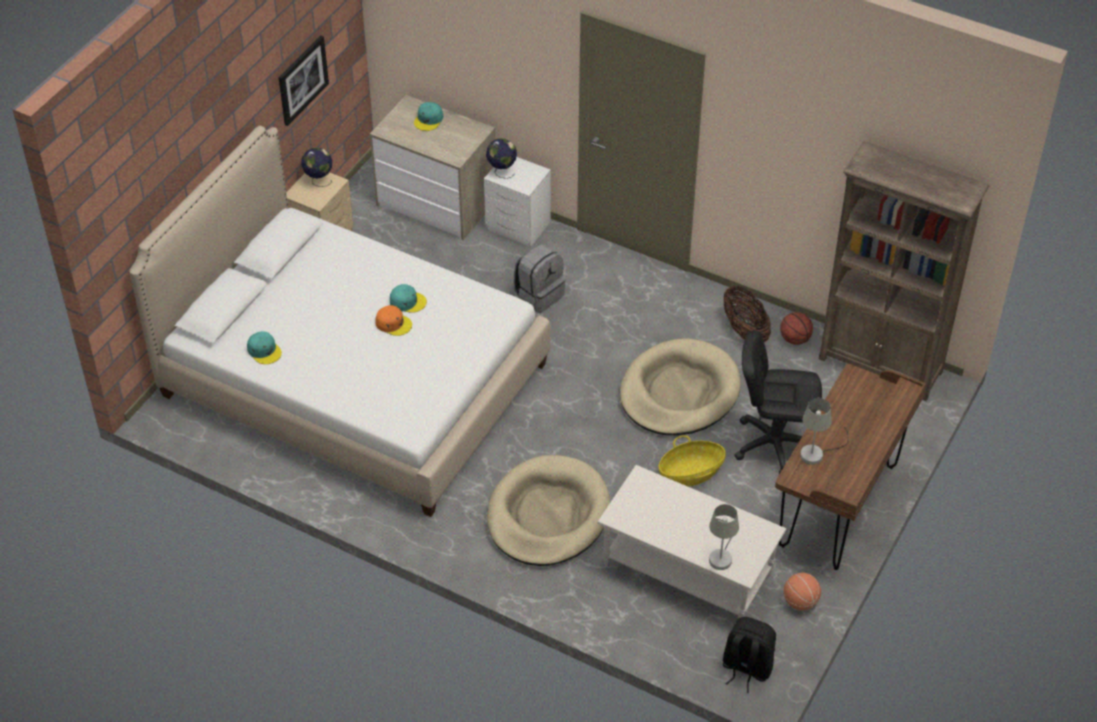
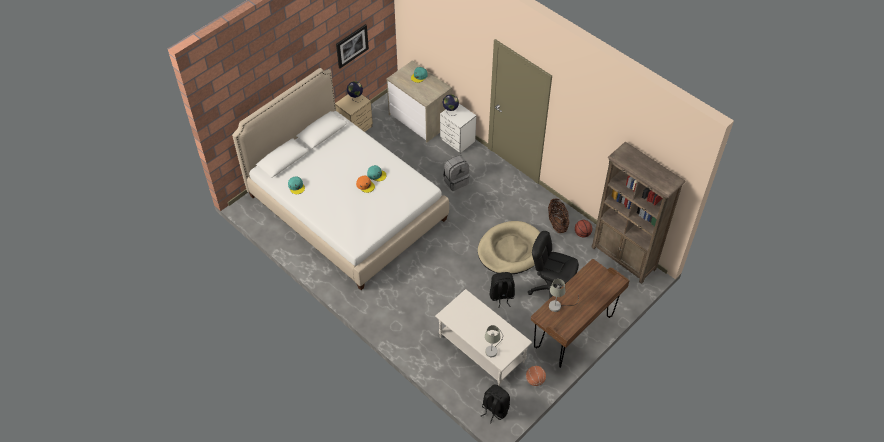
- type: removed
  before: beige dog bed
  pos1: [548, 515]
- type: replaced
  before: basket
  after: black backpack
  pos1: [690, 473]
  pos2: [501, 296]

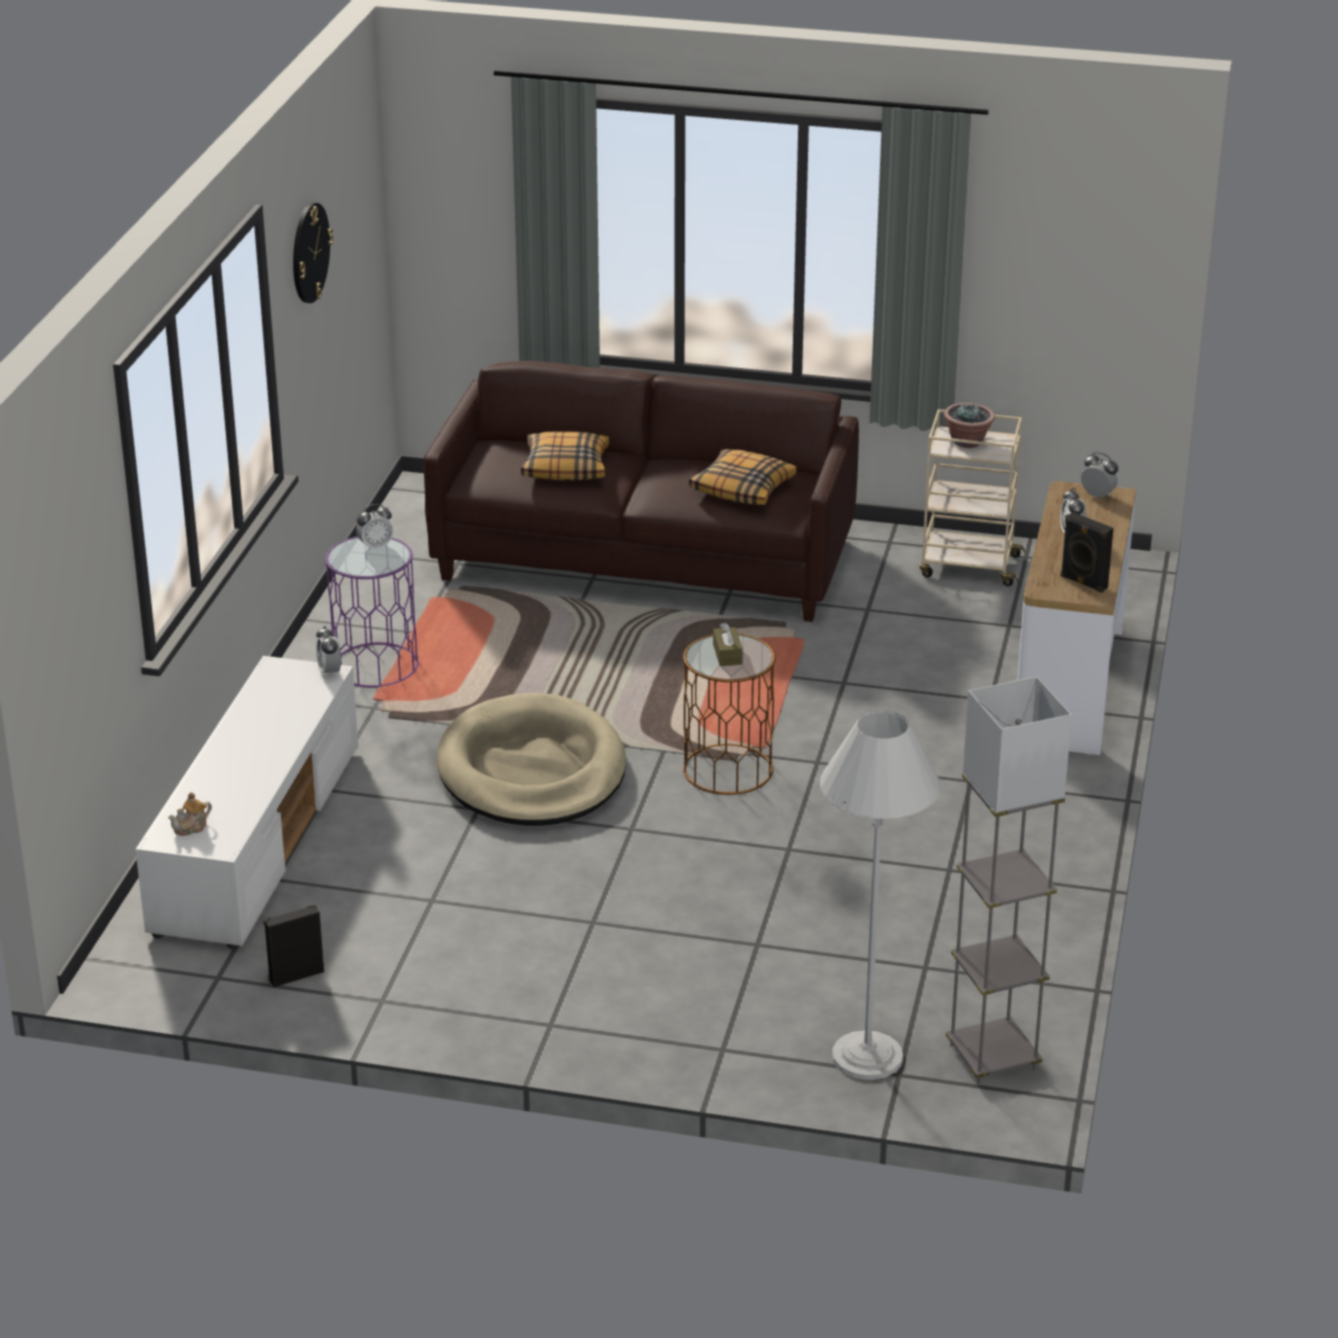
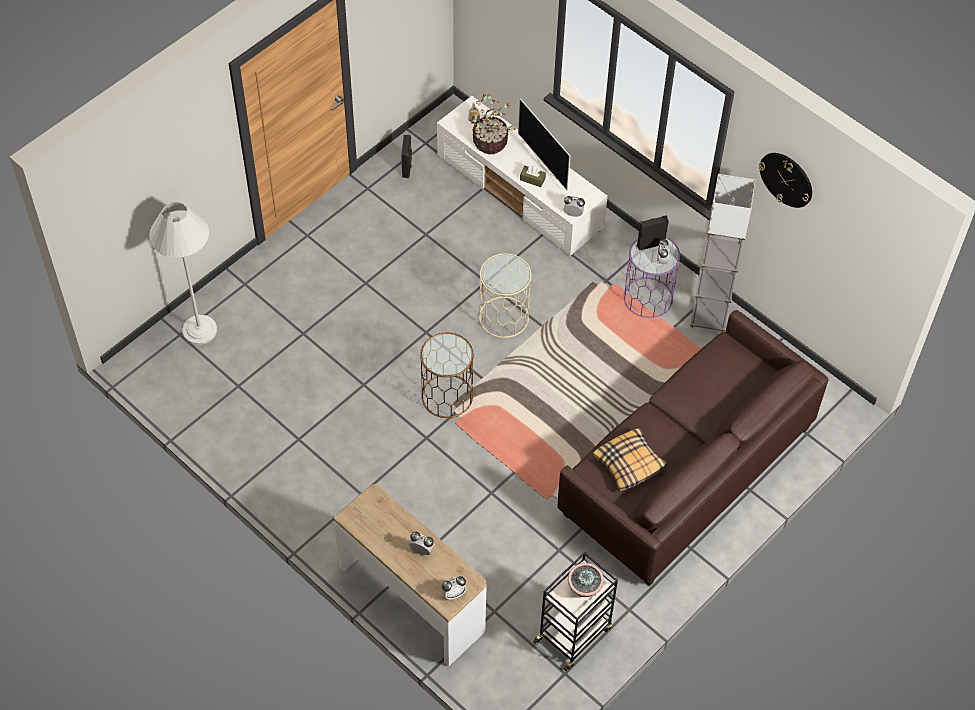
- type: removed
  before: pillow
  pos1: [566, 467]
- type: added
  after: potted plant
  pos2: [491, 142]
- type: added
  after: television
  pos2: [545, 164]
- type: moved
  before: brown tissue box
  pos1: [727, 654]
  pos2: [532, 179]
- type: moved
  before: grey floor lamp
  pos1: [993, 1057]
  pos2: [708, 317]
- type: moved
  before: black speaker
  pos1: [1083, 583]
  pos2: [650, 244]
- type: replaced
  before: beige dog bed
  after: beige side table
  pos1: [532, 771]
  pos2: [503, 317]
- type: recoloured
  before: beige cart
  after: black cart
  pos1: [968, 566]
  pos2: [574, 633]

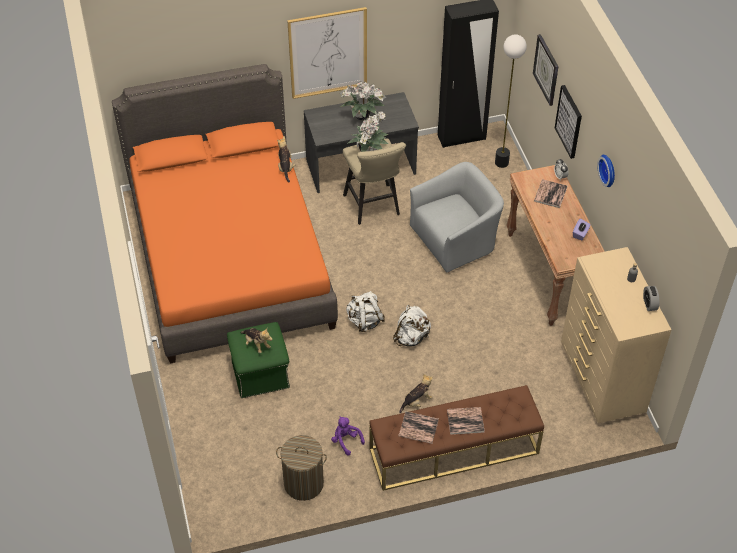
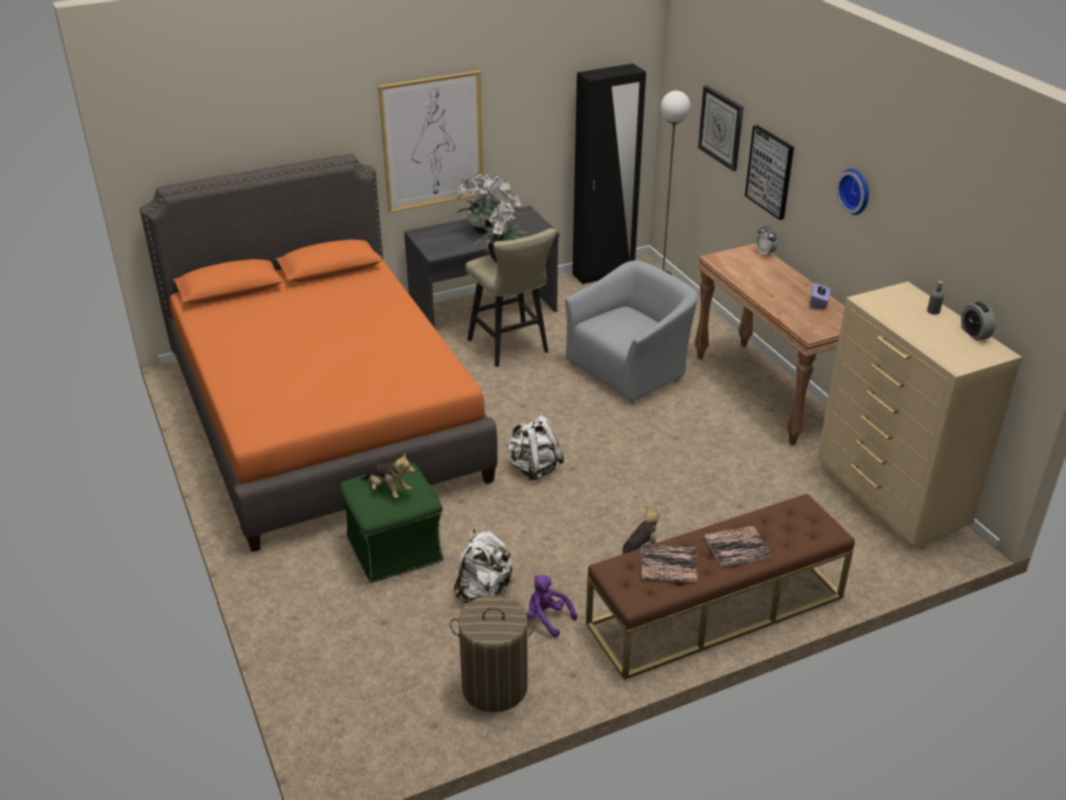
- type: removed
  before: plush toy
  pos1: [285, 168]
- type: removed
  before: book
  pos1: [550, 194]
- type: moved
  before: white backpack
  pos1: [411, 337]
  pos2: [482, 590]

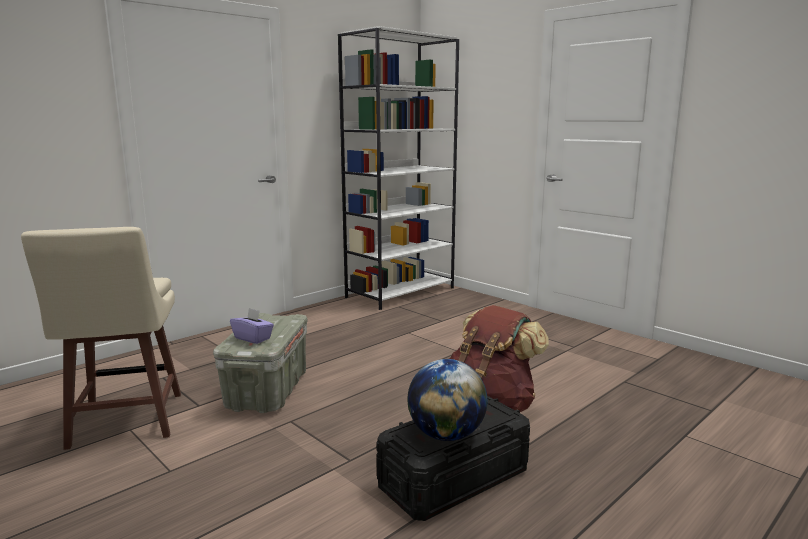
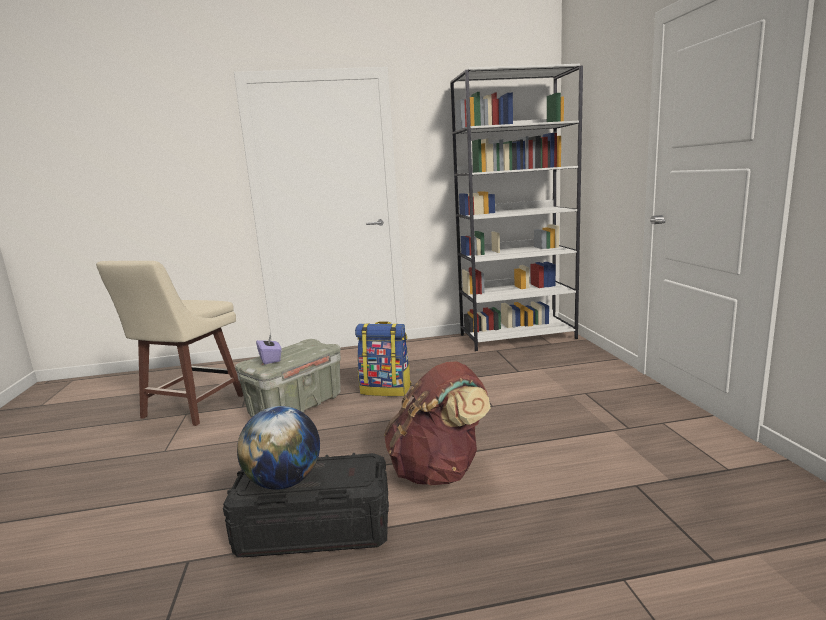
- type: added
  after: backpack
  pos2: [386, 390]

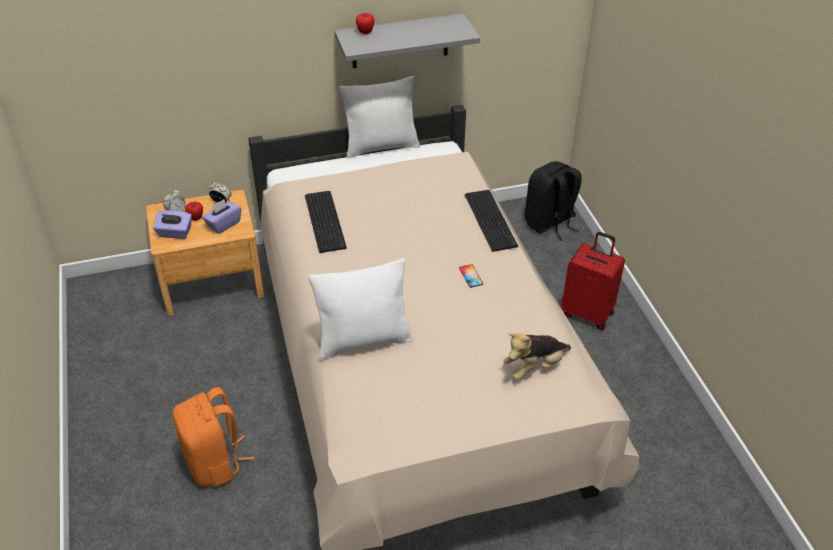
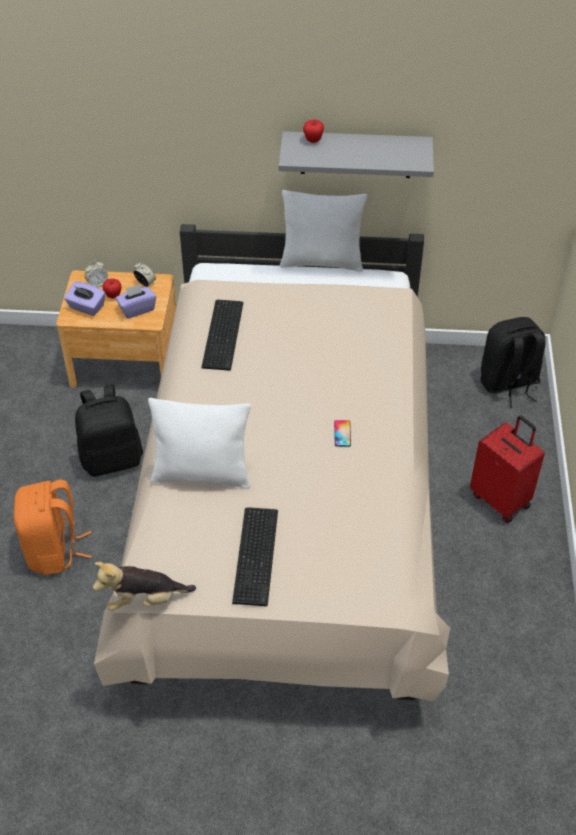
- type: added
  after: black backpack
  pos2: [112, 458]
- type: moved
  before: keyboard
  pos1: [491, 219]
  pos2: [258, 554]
- type: moved
  before: plush toy
  pos1: [534, 367]
  pos2: [144, 600]

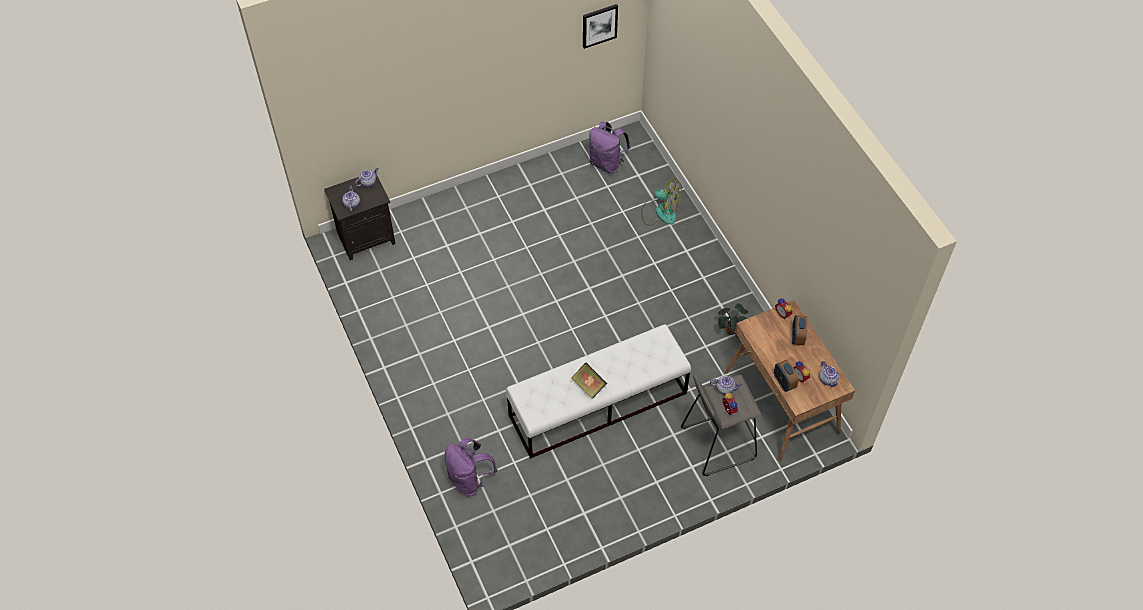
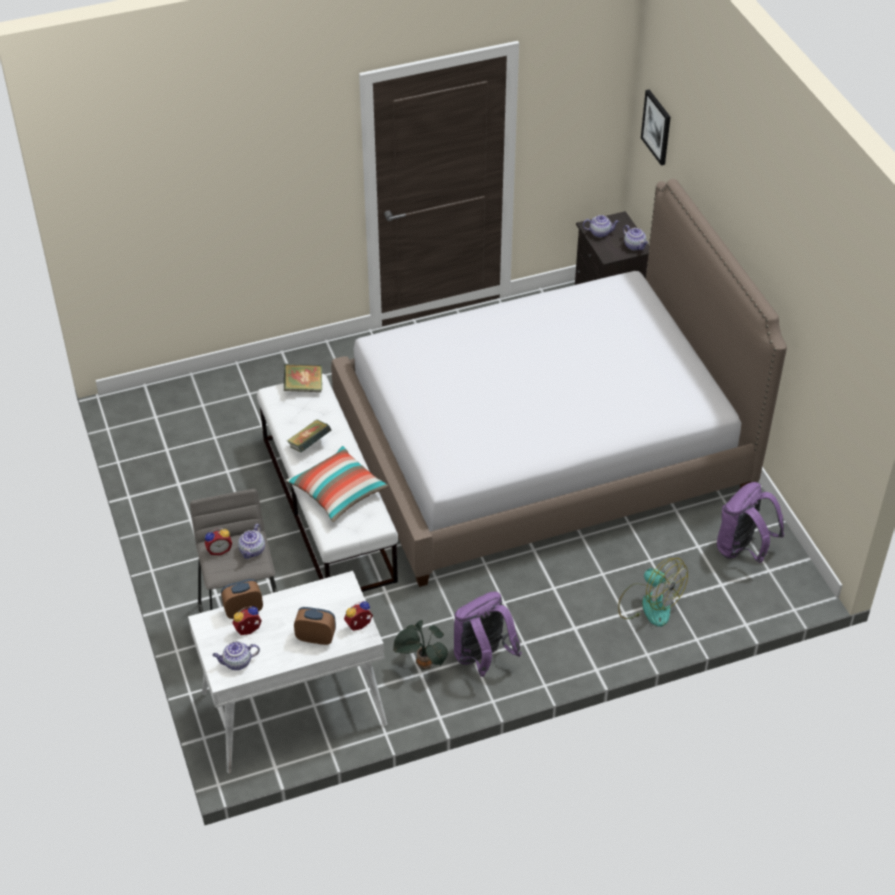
- type: added
  after: book
  pos2: [303, 387]
- type: added
  after: pillow
  pos2: [338, 492]
- type: added
  after: bed
  pos2: [543, 451]
- type: moved
  before: purple backpack
  pos1: [469, 479]
  pos2: [482, 658]
- type: moved
  before: picture
  pos1: [599, 25]
  pos2: [657, 127]
- type: recoloured
  before: brown desk
  after: white desk
  pos1: [782, 403]
  pos2: [293, 710]
- type: turned
  before: fan
  pos1: [660, 212]
  pos2: [649, 604]
  turn: -75

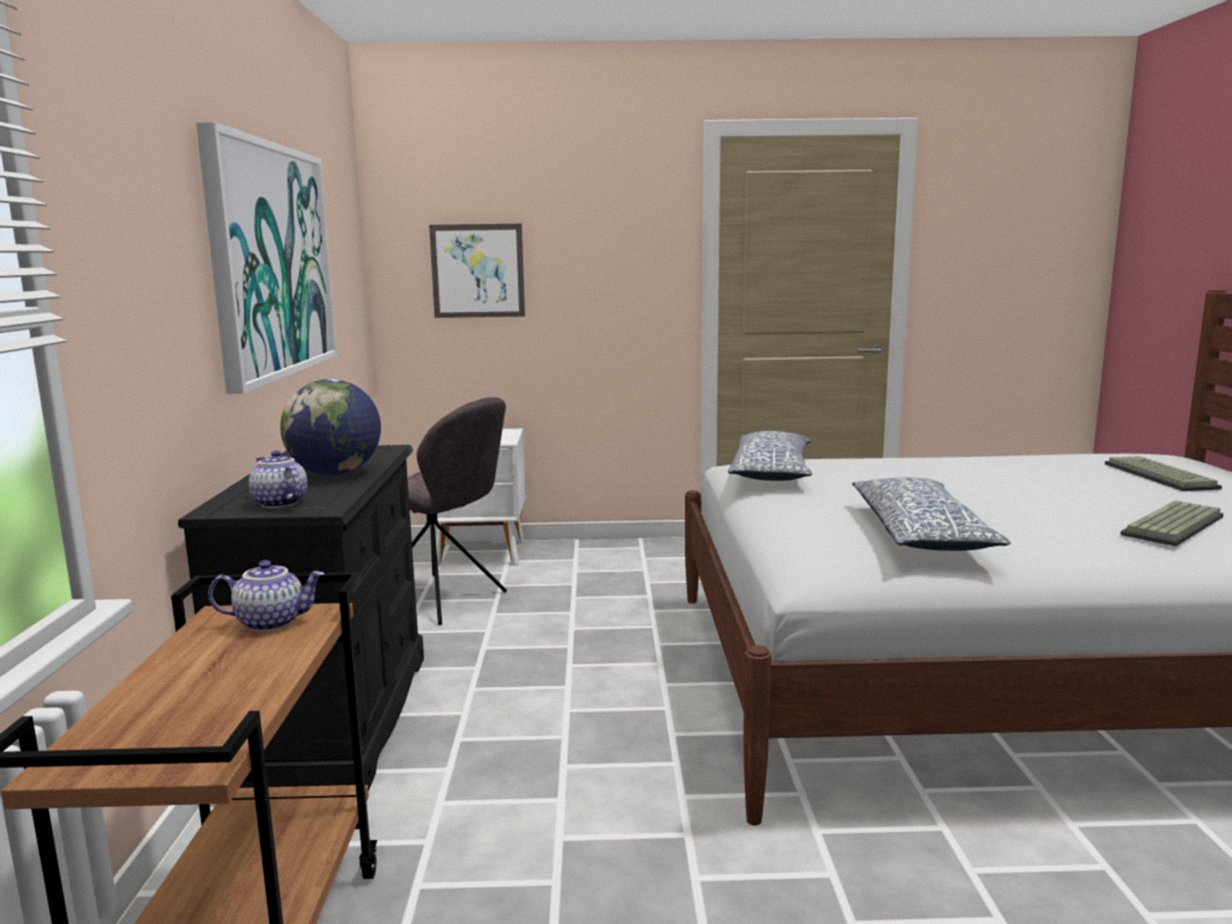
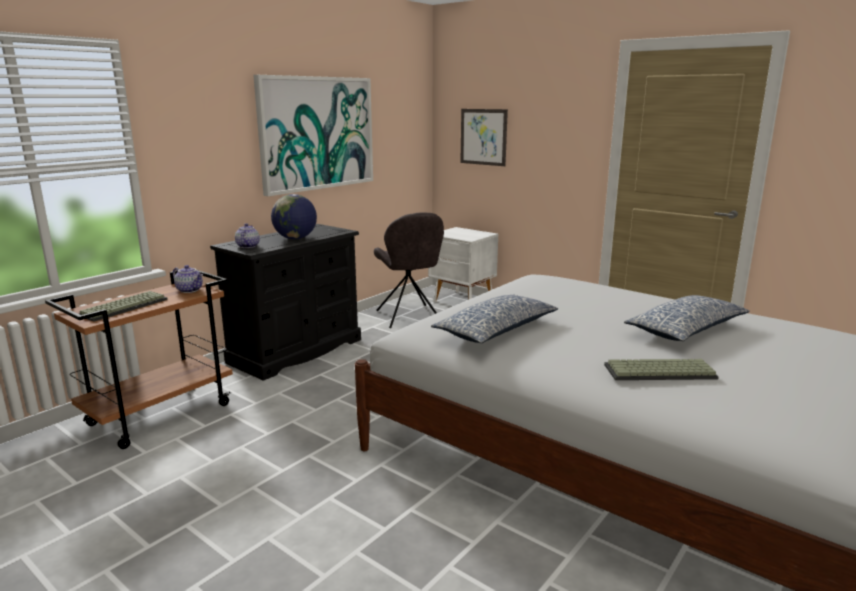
- type: moved
  before: pillow
  pos1: [772, 472]
  pos2: [687, 330]
- type: moved
  before: keyboard
  pos1: [1157, 476]
  pos2: [124, 307]

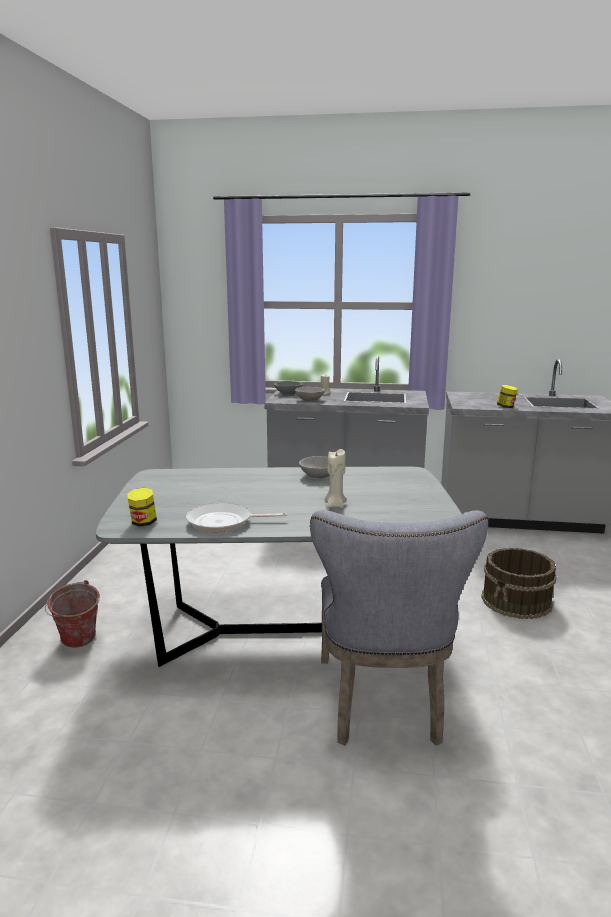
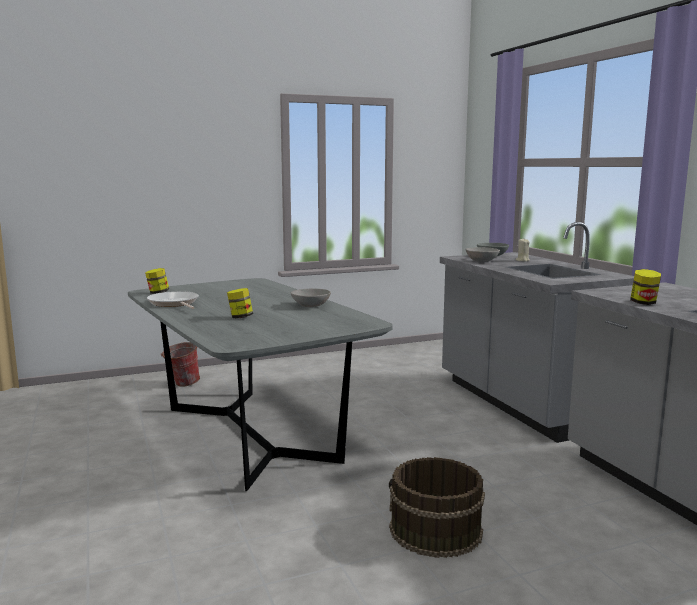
- type: removed
  before: grey chair
  pos1: [383, 705]
- type: replaced
  before: beige candle
  after: jar
  pos1: [335, 505]
  pos2: [240, 317]

